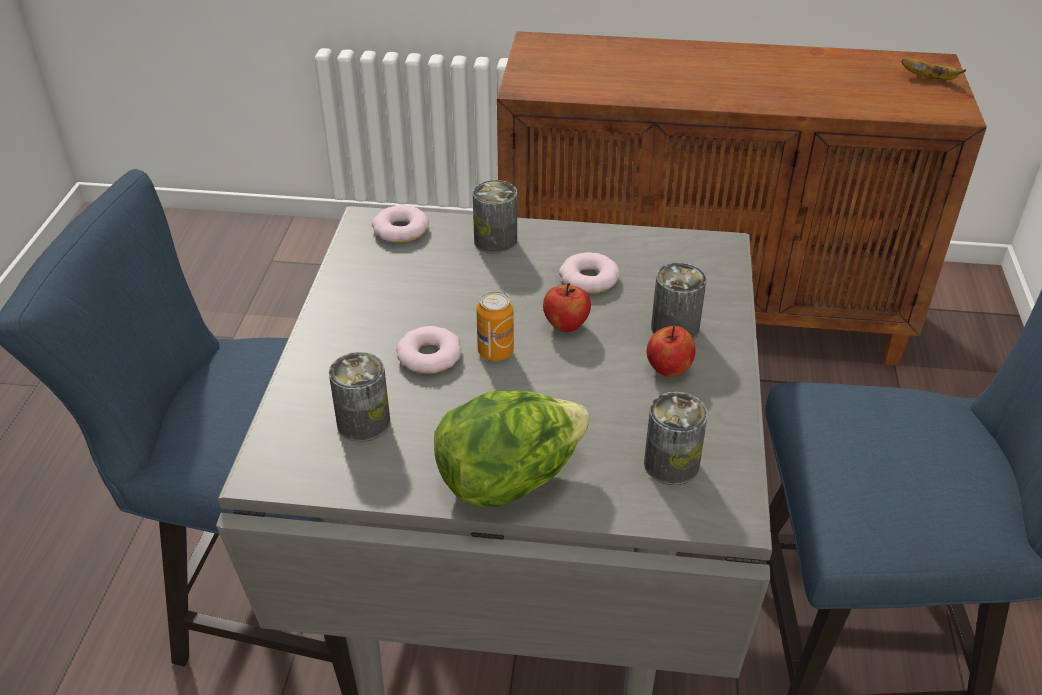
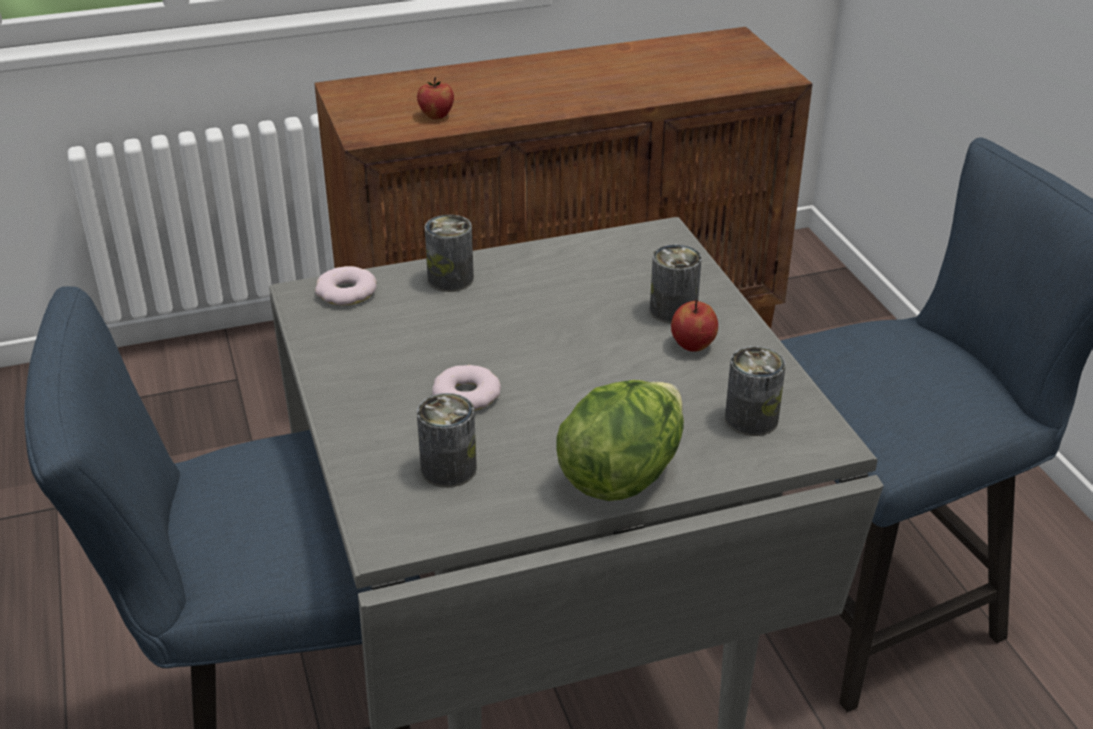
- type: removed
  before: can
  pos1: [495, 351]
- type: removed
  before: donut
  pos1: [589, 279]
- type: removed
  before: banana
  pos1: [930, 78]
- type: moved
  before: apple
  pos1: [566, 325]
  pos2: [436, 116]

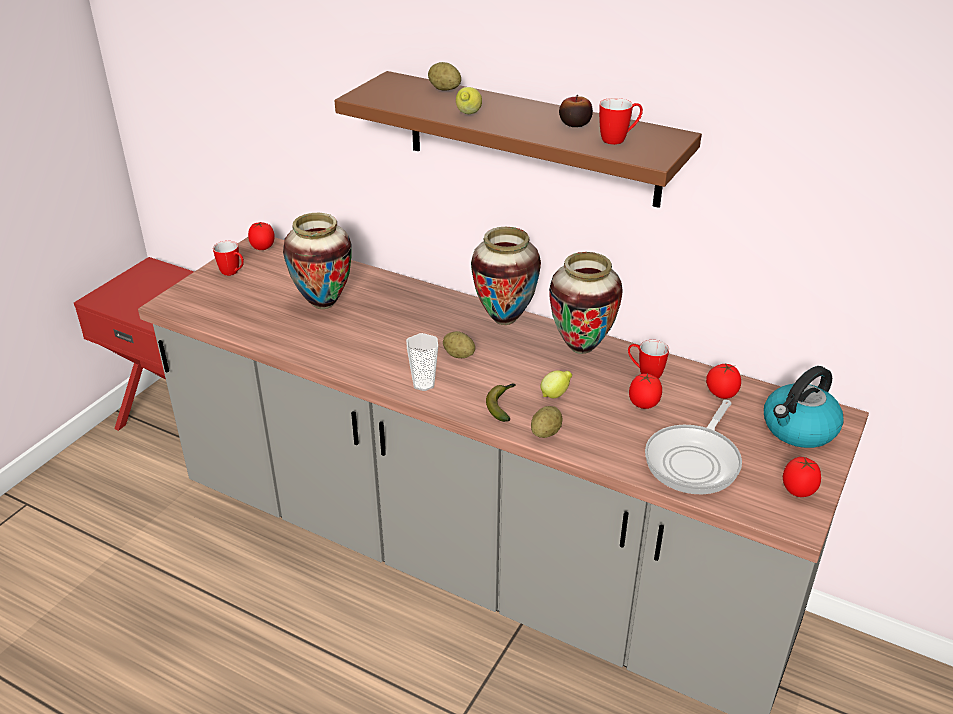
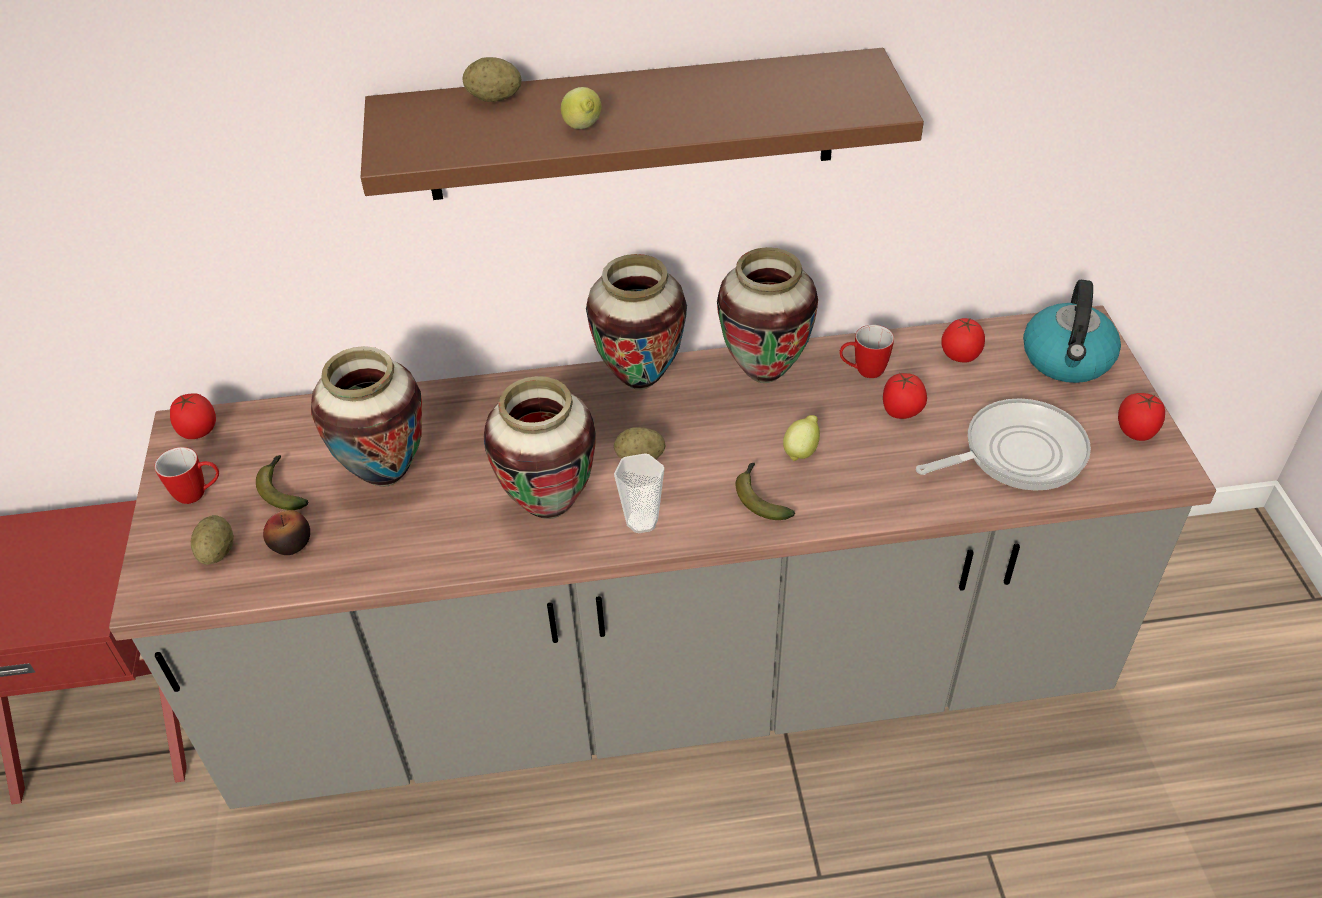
- type: removed
  before: mug
  pos1: [619, 139]
- type: added
  after: banana
  pos2: [282, 489]
- type: added
  after: vase
  pos2: [550, 506]
- type: moved
  before: potato
  pos1: [545, 432]
  pos2: [217, 552]
- type: moved
  before: apple
  pos1: [574, 124]
  pos2: [291, 544]
- type: turned
  before: frying pan
  pos1: [694, 461]
  pos2: [1016, 453]
  turn: -105

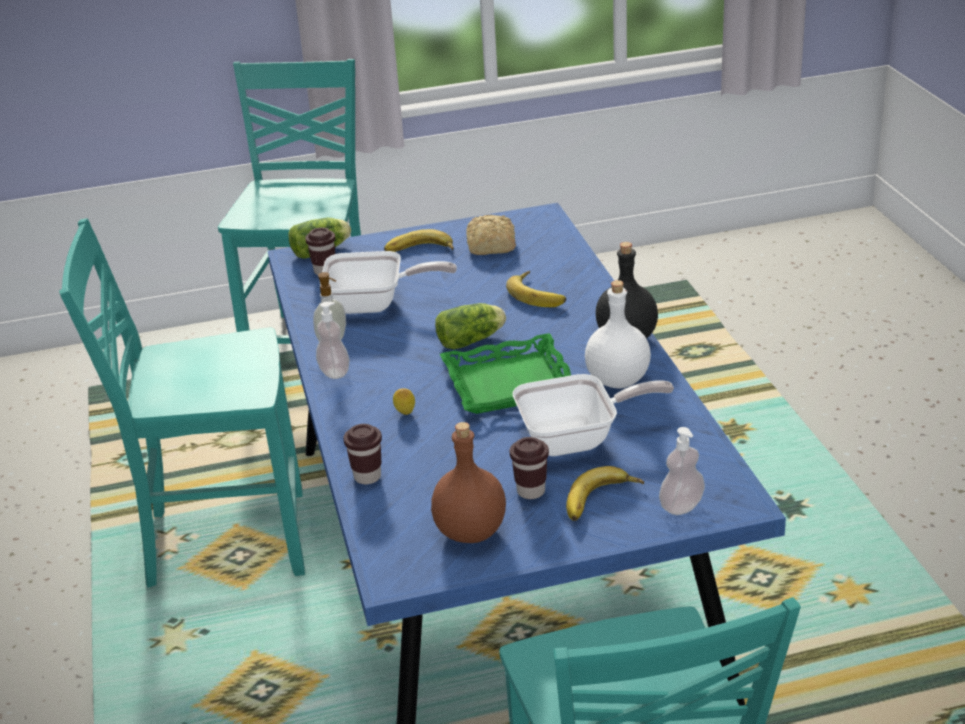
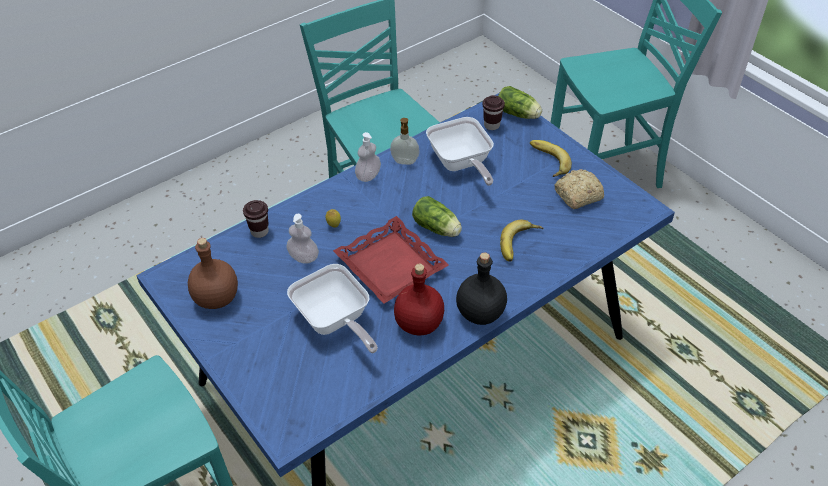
- type: removed
  before: brown cup
  pos1: [531, 491]
- type: removed
  before: banana
  pos1: [602, 501]
- type: moved
  before: soap dispenser
  pos1: [681, 506]
  pos2: [303, 257]
- type: recoloured
  before: green tray
  after: red tray
  pos1: [509, 383]
  pos2: [391, 265]
- type: recoloured
  before: white bottle
  after: red bottle
  pos1: [618, 380]
  pos2: [419, 324]

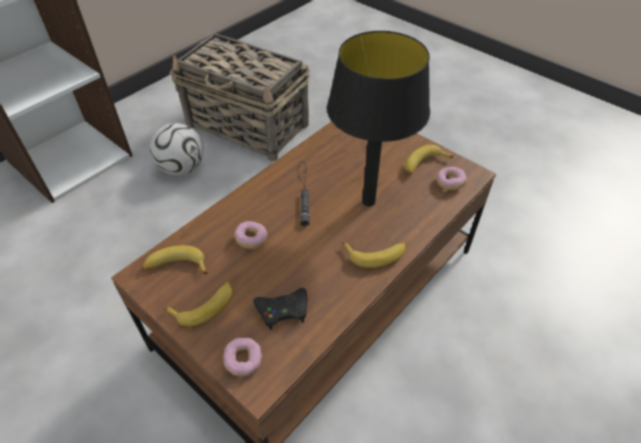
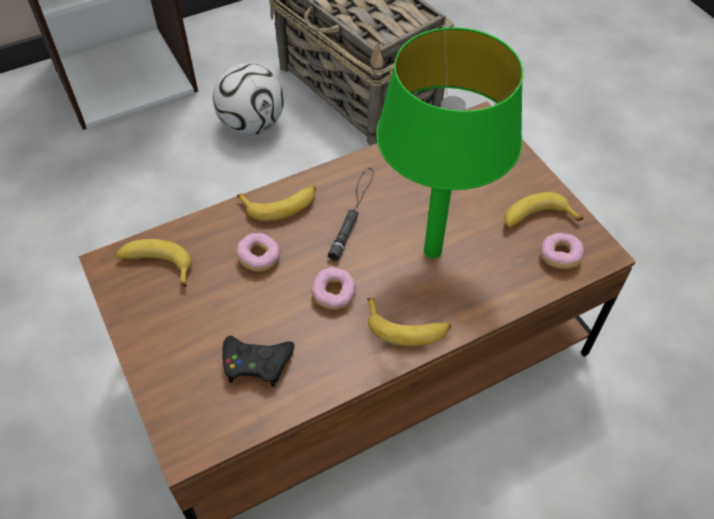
- type: moved
  before: banana
  pos1: [204, 305]
  pos2: [280, 205]
- type: moved
  before: donut
  pos1: [243, 361]
  pos2: [333, 294]
- type: recoloured
  before: black table lamp
  after: green table lamp
  pos1: [369, 201]
  pos2: [433, 251]

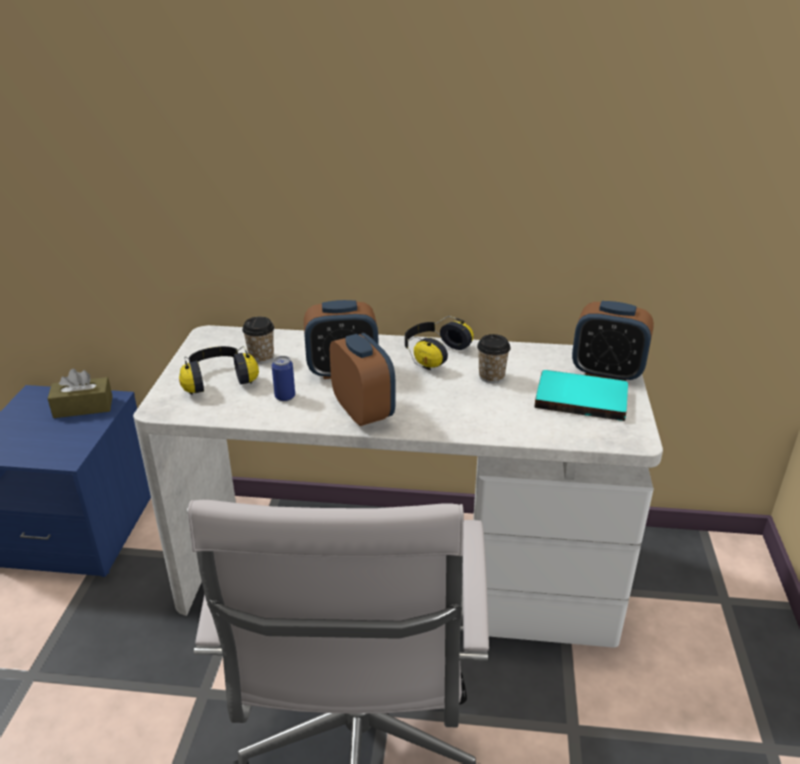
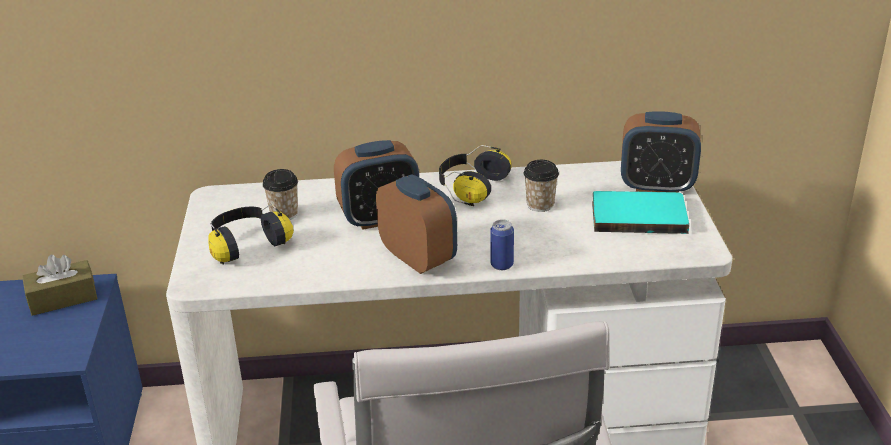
- type: moved
  before: can
  pos1: [285, 396]
  pos2: [502, 265]

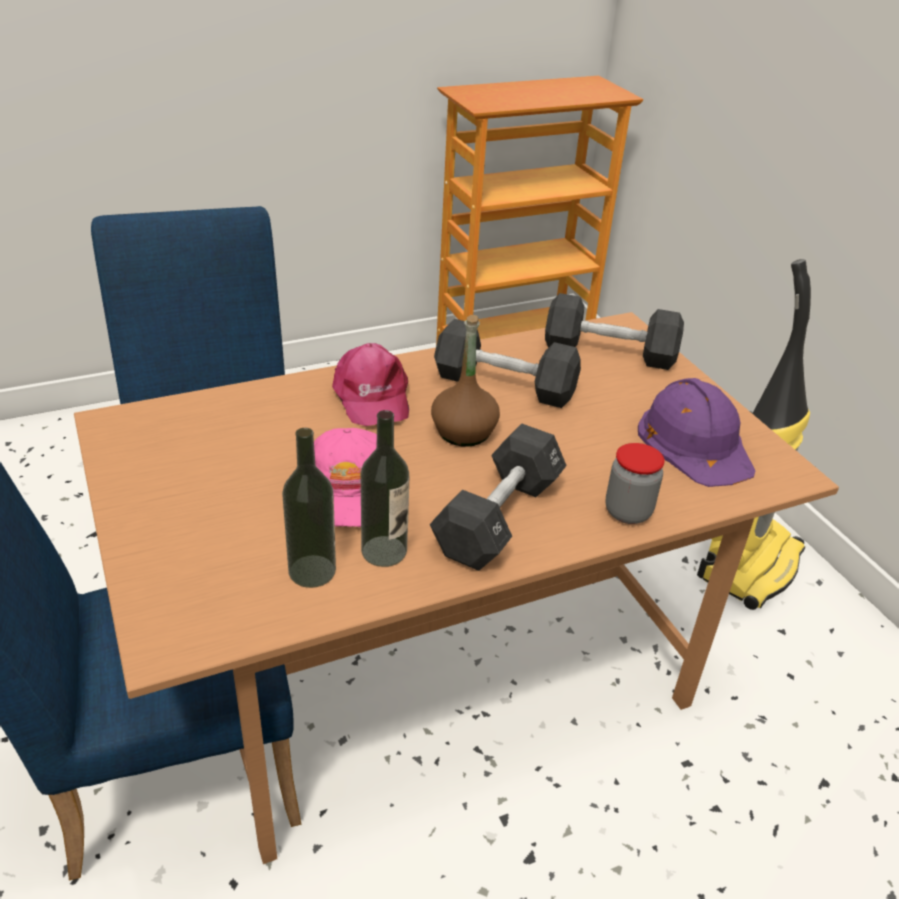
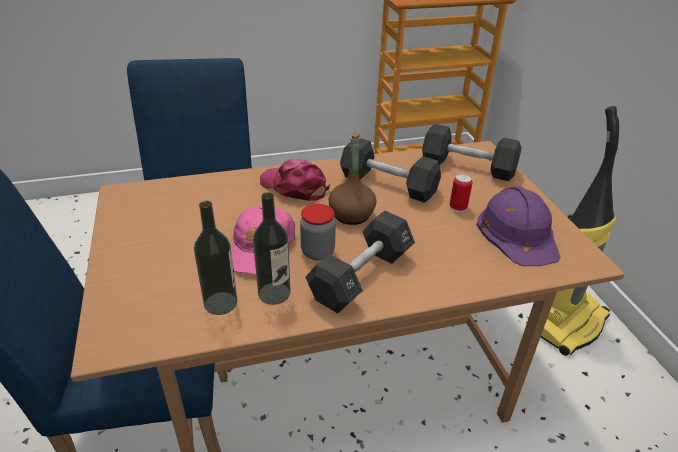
- type: added
  after: can
  pos2: [458, 207]
- type: moved
  before: jar
  pos1: [628, 512]
  pos2: [317, 252]
- type: turned
  before: pink cap
  pos1: [371, 396]
  pos2: [294, 186]
  turn: 135

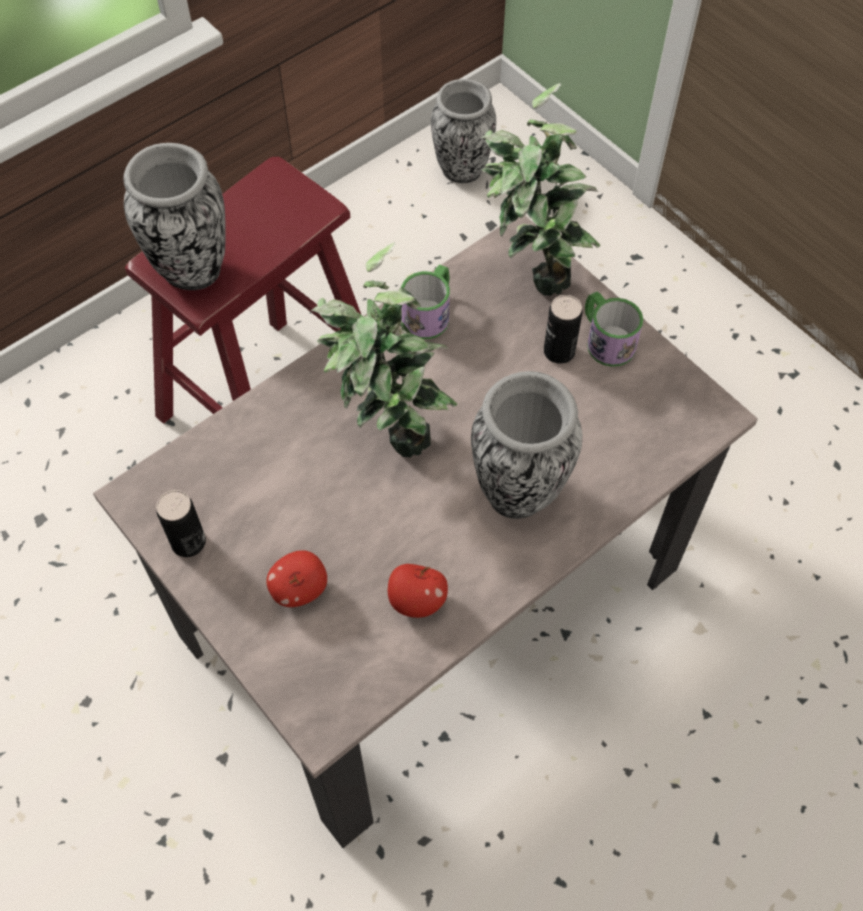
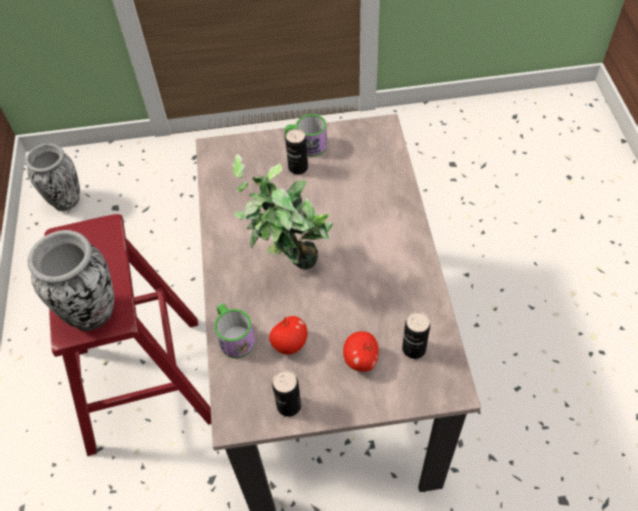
- type: removed
  before: vase
  pos1: [518, 492]
- type: removed
  before: potted plant
  pos1: [531, 273]
- type: added
  after: can
  pos2: [414, 349]
- type: moved
  before: apple
  pos1: [416, 600]
  pos2: [289, 344]
- type: moved
  before: mug
  pos1: [429, 313]
  pos2: [234, 336]

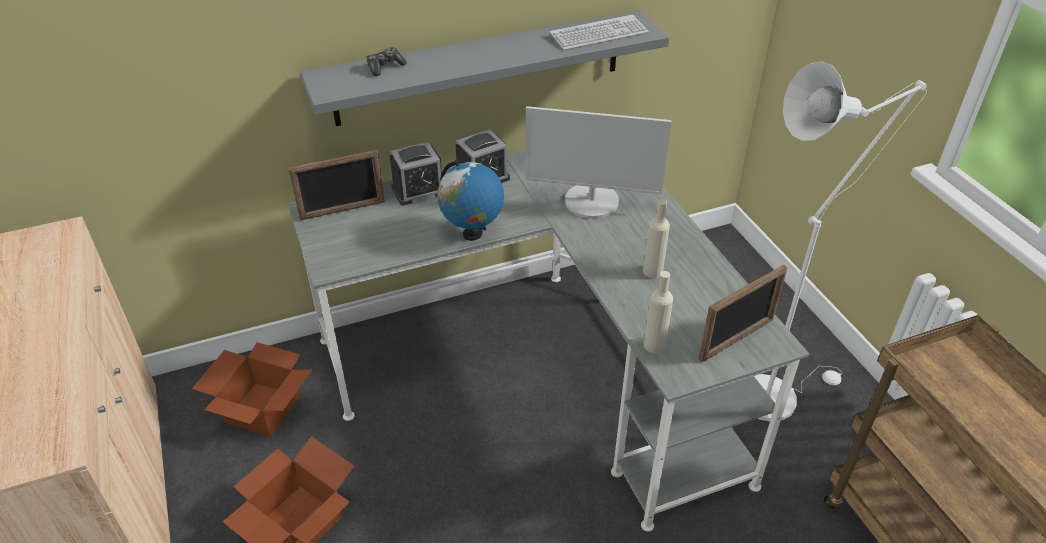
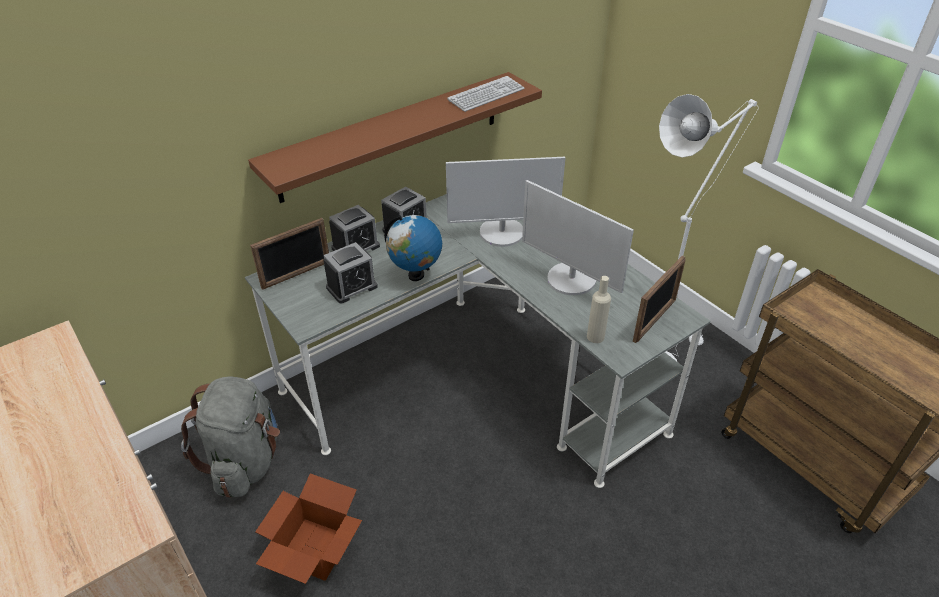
- type: removed
  before: game controller
  pos1: [385, 67]
- type: added
  after: alarm clock
  pos2: [352, 287]
- type: replaced
  before: cardboard box
  after: grey backpack
  pos1: [261, 408]
  pos2: [245, 461]
- type: replaced
  before: beige bottle
  after: monitor
  pos1: [652, 271]
  pos2: [571, 279]
- type: recoloured
  before: grey shelf
  after: brown shelf
  pos1: [480, 68]
  pos2: [392, 136]

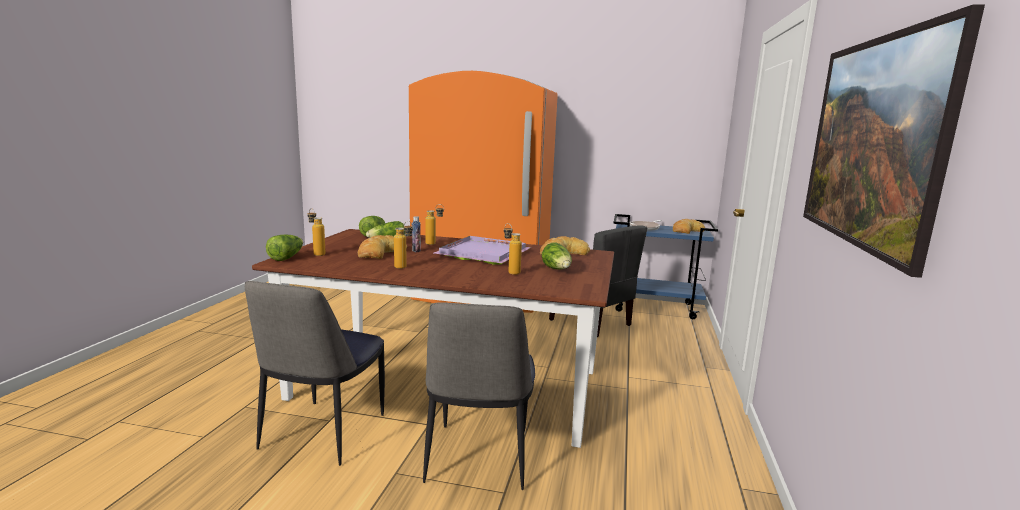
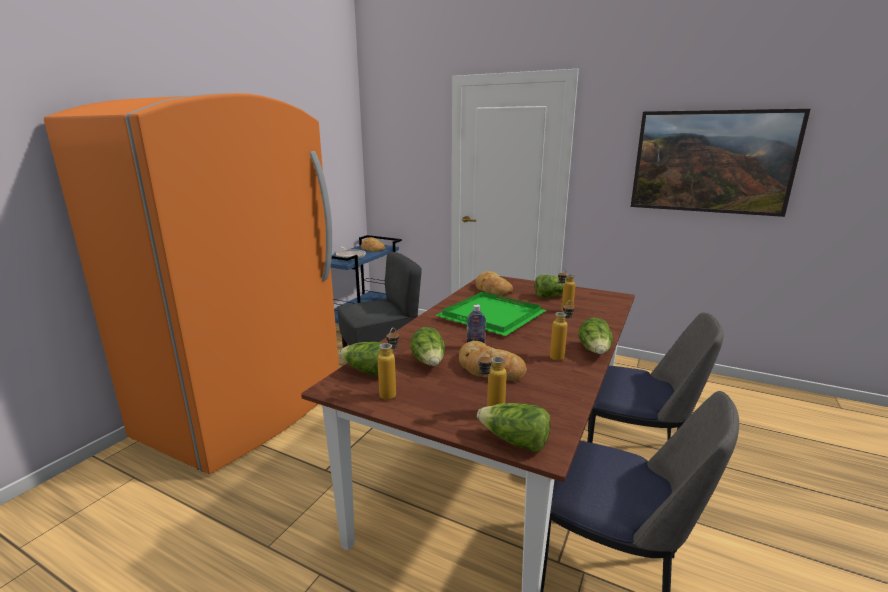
- type: added
  after: lettuce
  pos2: [595, 351]
- type: moved
  before: bottle
  pos1: [434, 244]
  pos2: [391, 392]
- type: recoloured
  before: purple tray
  after: green tray
  pos1: [484, 254]
  pos2: [493, 316]

